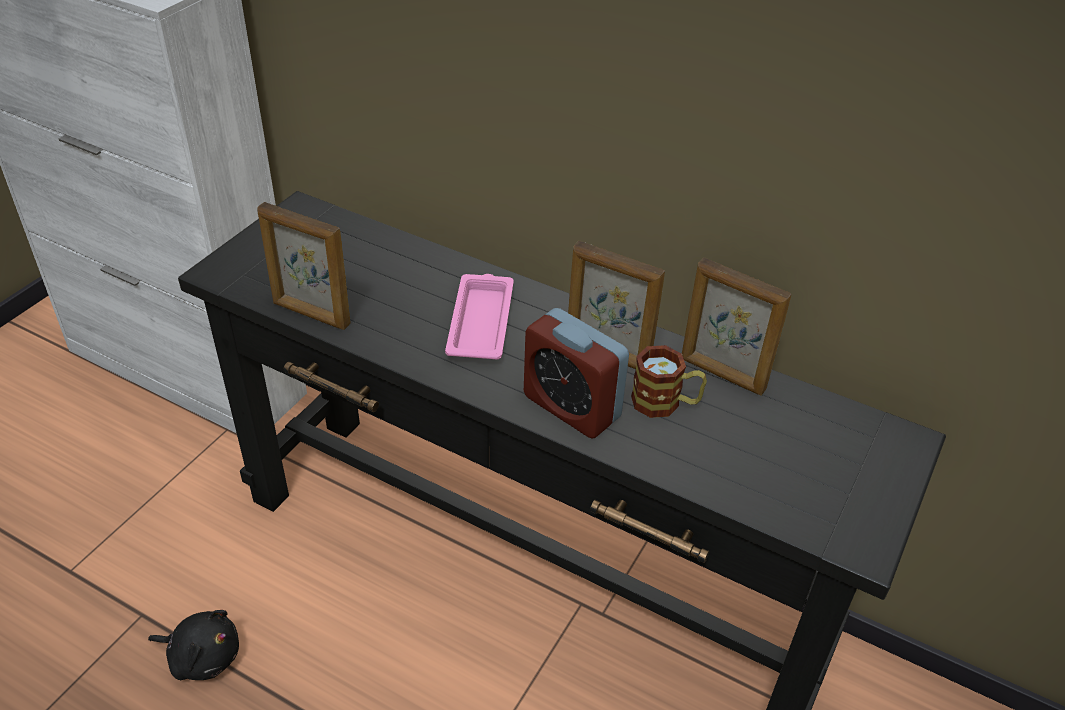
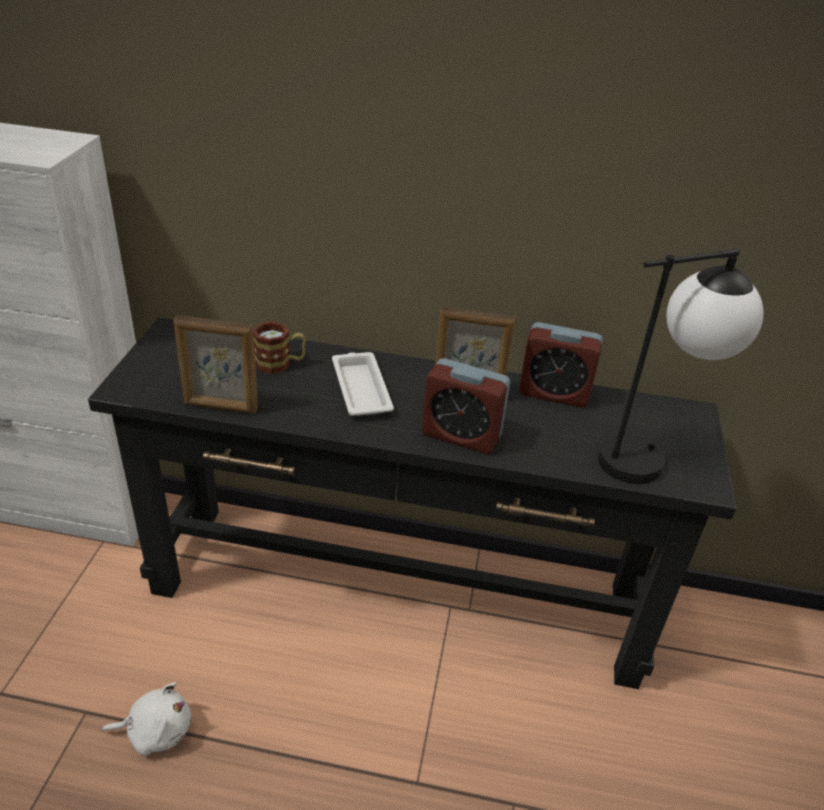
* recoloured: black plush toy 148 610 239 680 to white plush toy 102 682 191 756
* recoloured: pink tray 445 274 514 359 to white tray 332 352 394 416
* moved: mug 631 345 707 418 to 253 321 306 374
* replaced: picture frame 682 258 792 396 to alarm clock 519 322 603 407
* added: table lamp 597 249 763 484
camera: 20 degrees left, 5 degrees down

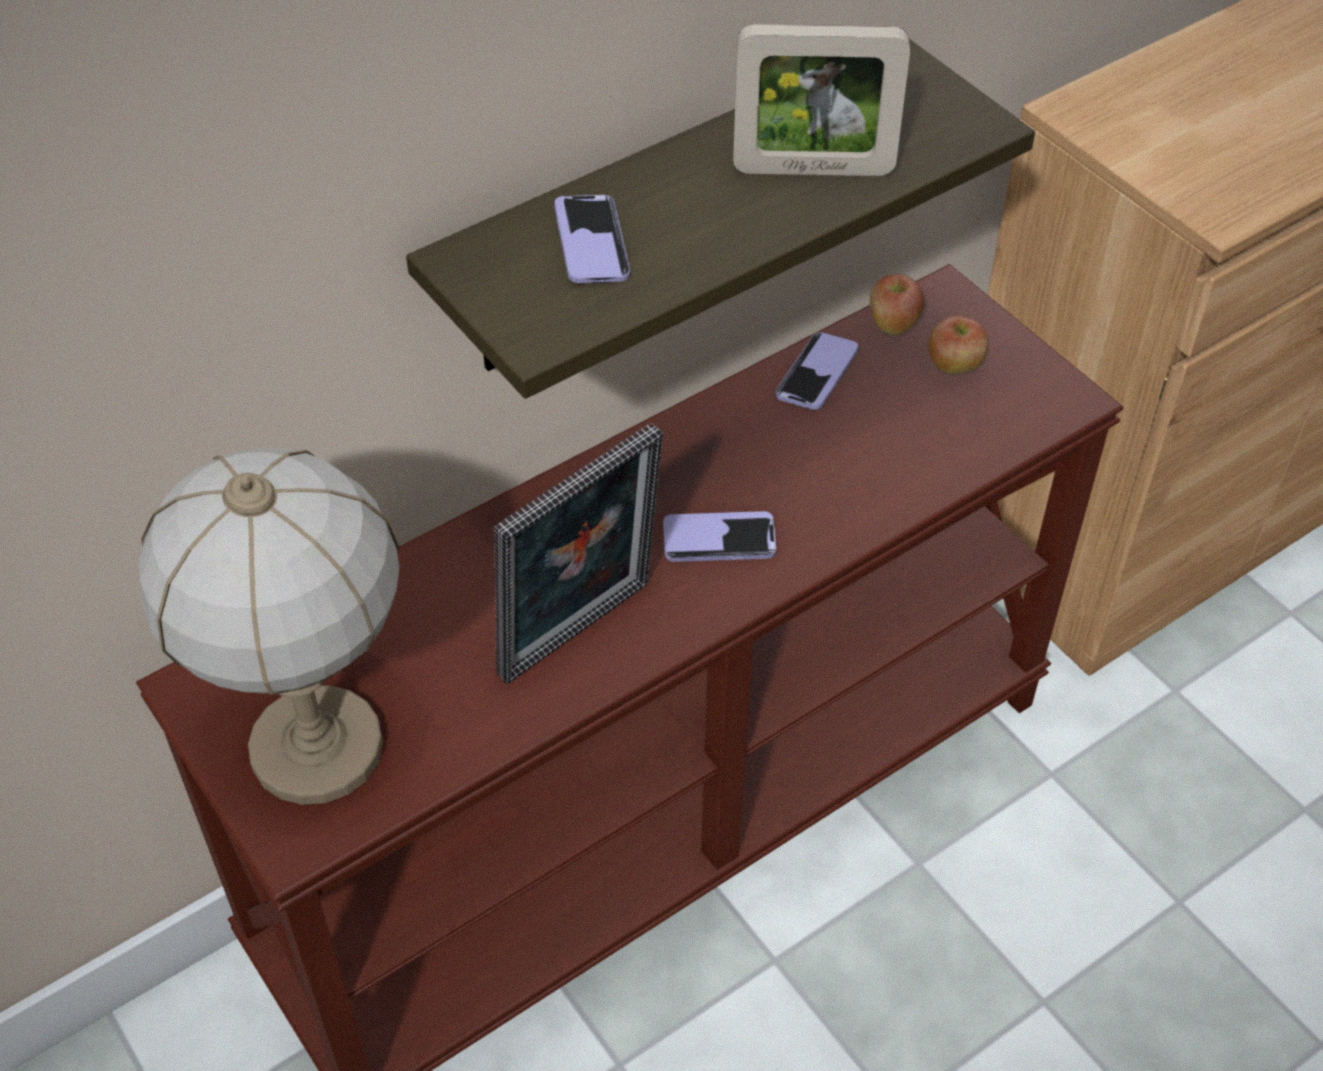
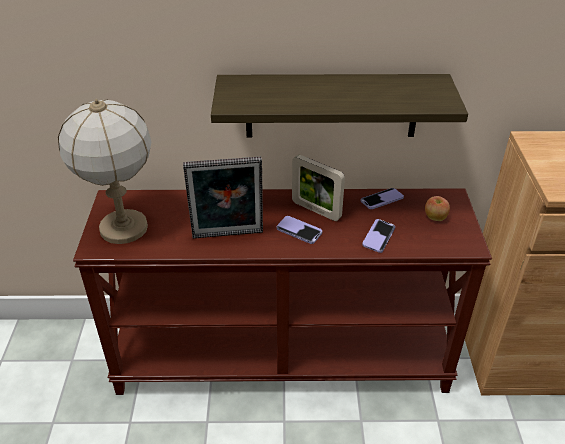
* moved: phone 554 195 630 283 to 362 219 395 253
* moved: picture frame 733 24 910 176 to 292 155 345 221
* removed: apple 870 274 924 335
camera: 35 degrees right, 10 degrees down

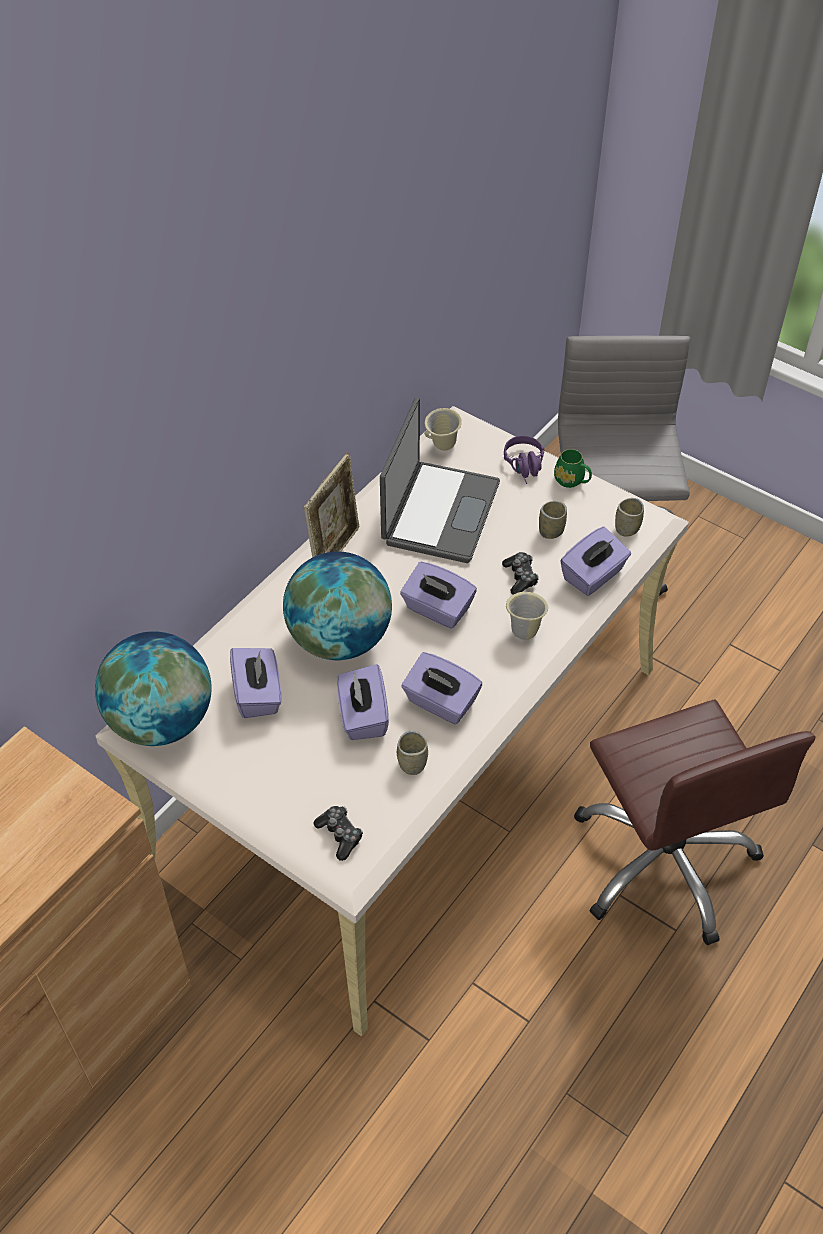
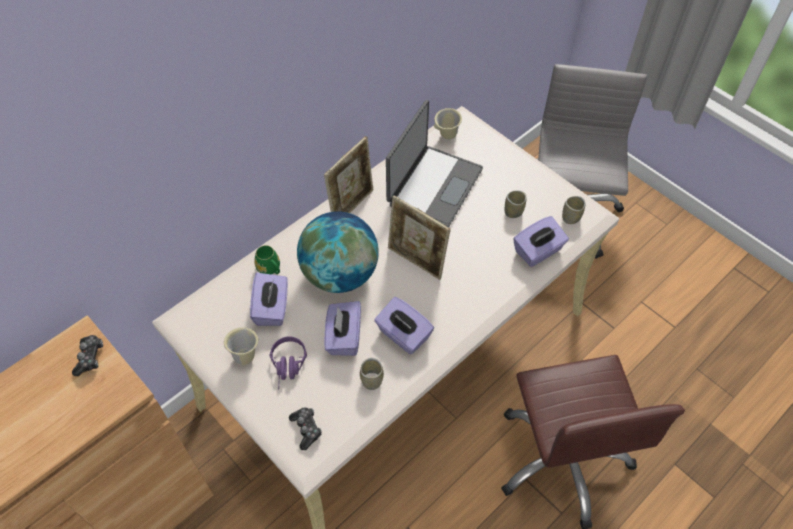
* removed: globe 95 631 212 746
* replaced: purple tissue box 400 562 477 629 to picture frame 388 195 451 280
* moved: game controller 502 552 539 595 to 72 335 103 376
* moved: purple headphones 504 436 544 484 to 269 336 307 390
* moved: beige mug 506 592 548 640 to 224 327 259 365
* moved: green mug 554 449 592 488 to 254 245 280 274
camera: 10 degrees right, 5 degrees up

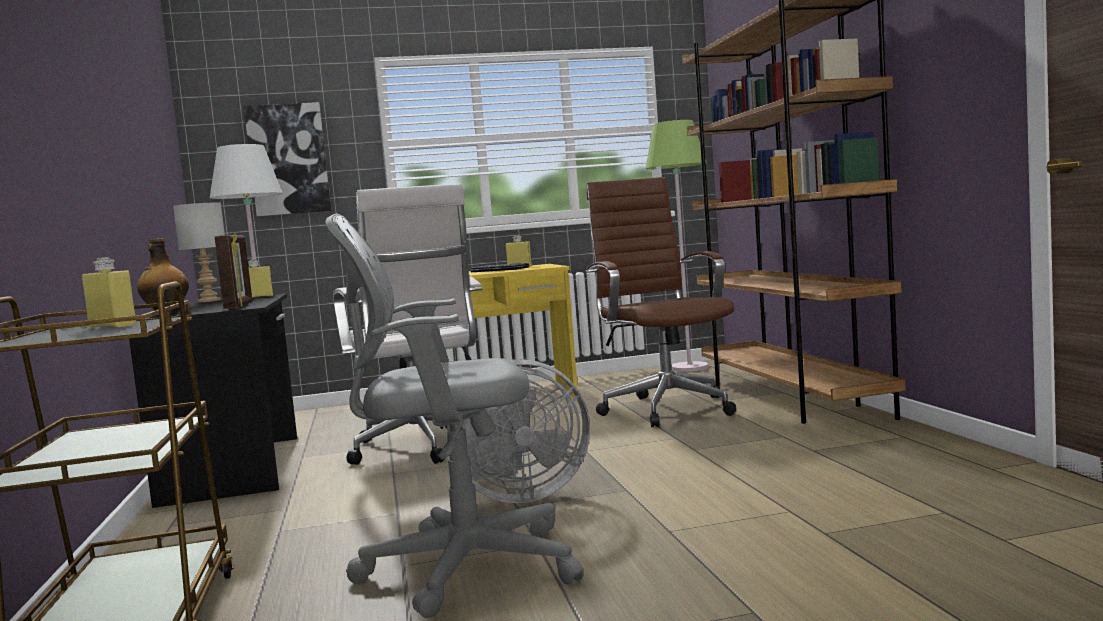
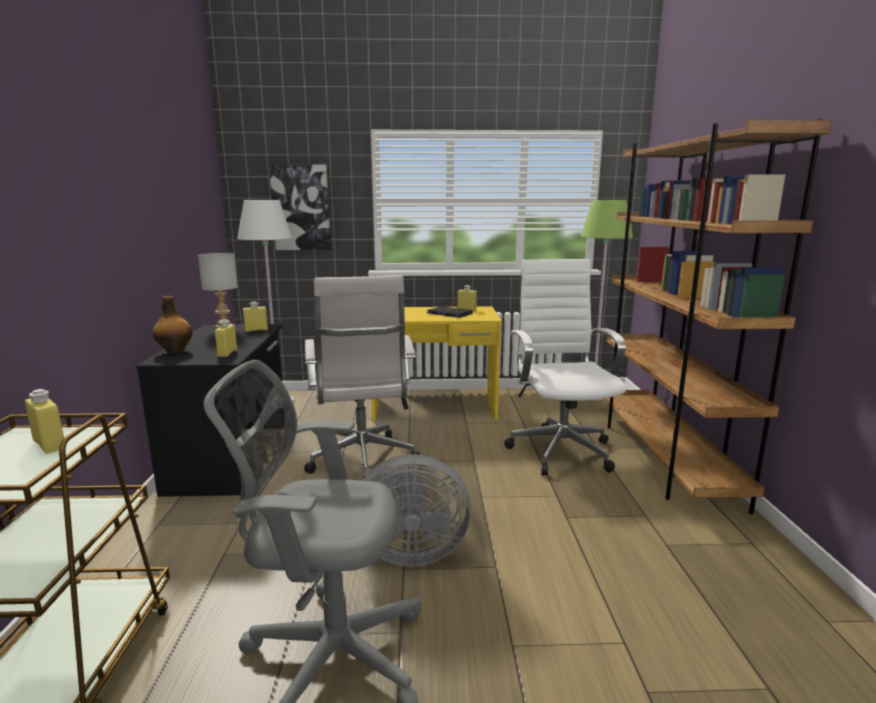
* replaced: picture frame 215 232 252 309 to yellow bottle 215 319 237 357
* recoloured: brown office chair 586 177 736 427 to white office chair 504 259 626 476
camera: 10 degrees right, 10 degrees up

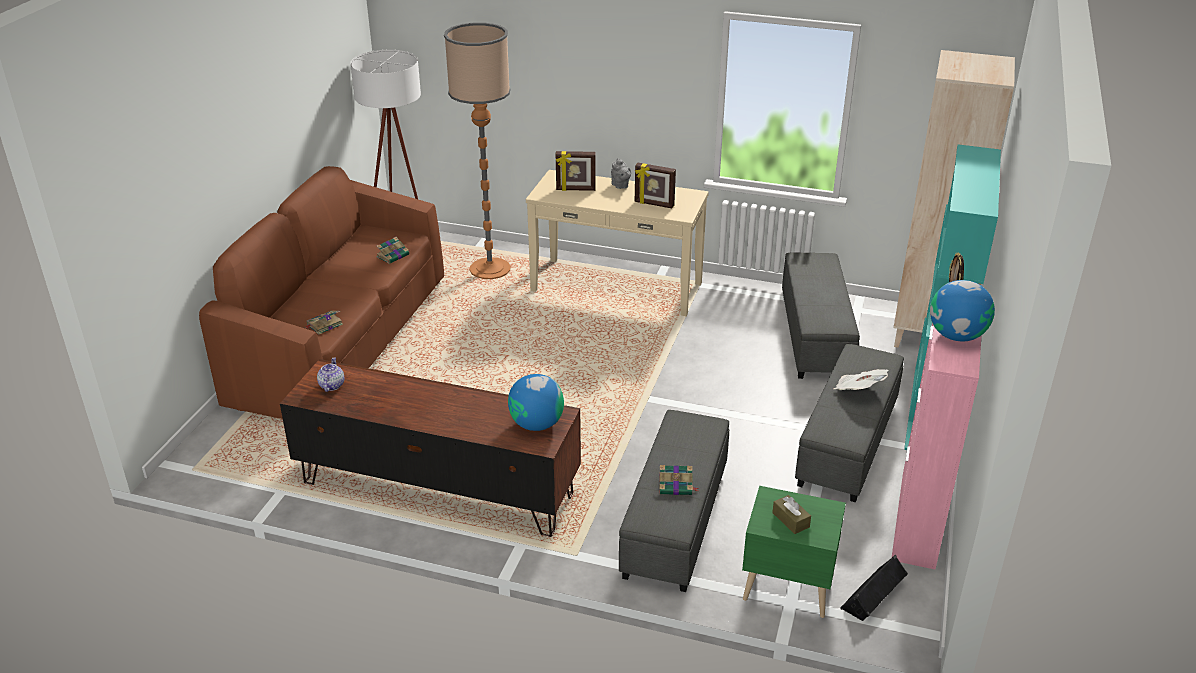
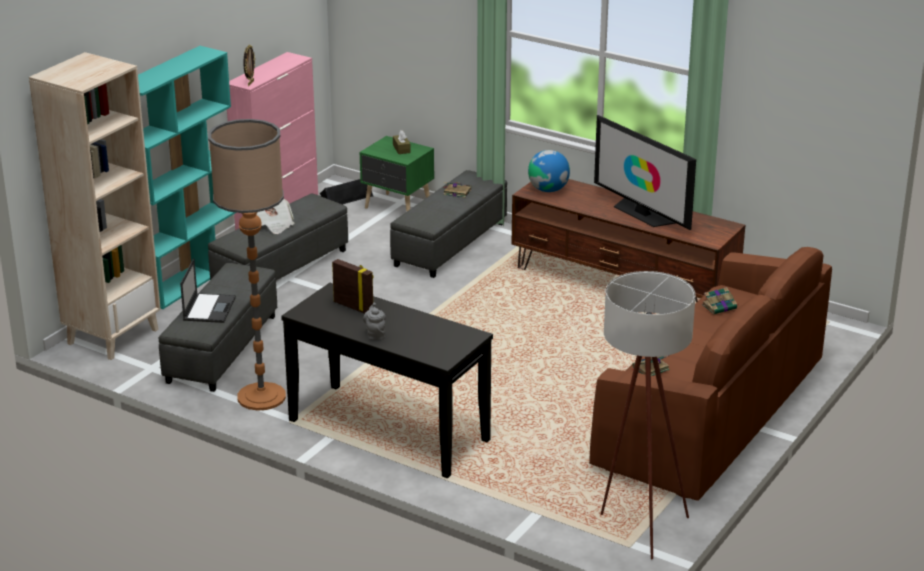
* removed: teapot 317 357 344 392
* moved: floor lamp 444 23 511 279 to 208 119 286 411
* recoloured: beige console table 526 170 709 317 to black console table 281 283 493 478
* removed: picture frame 556 151 596 191
* removed: globe 930 280 995 341
* added: laptop 180 258 236 323
* added: television 594 115 696 230
camera: 165 degrees left, 5 degrees down

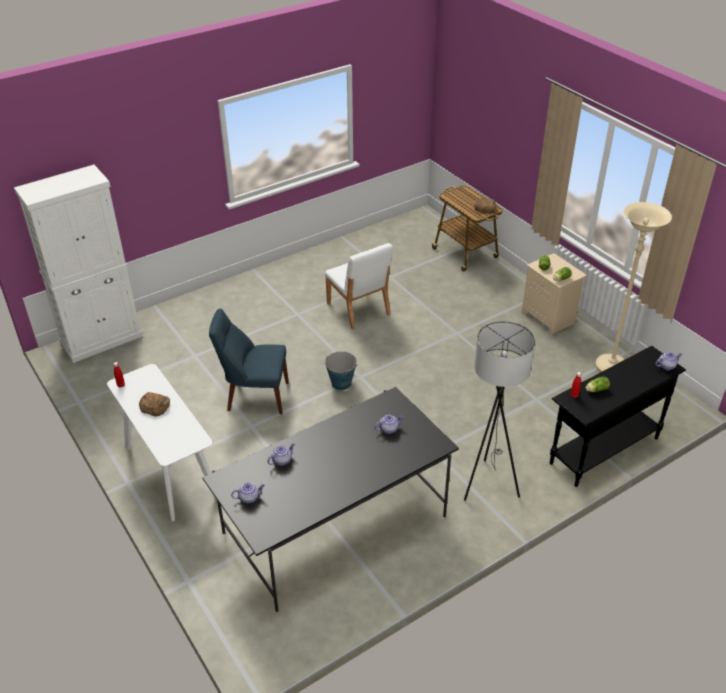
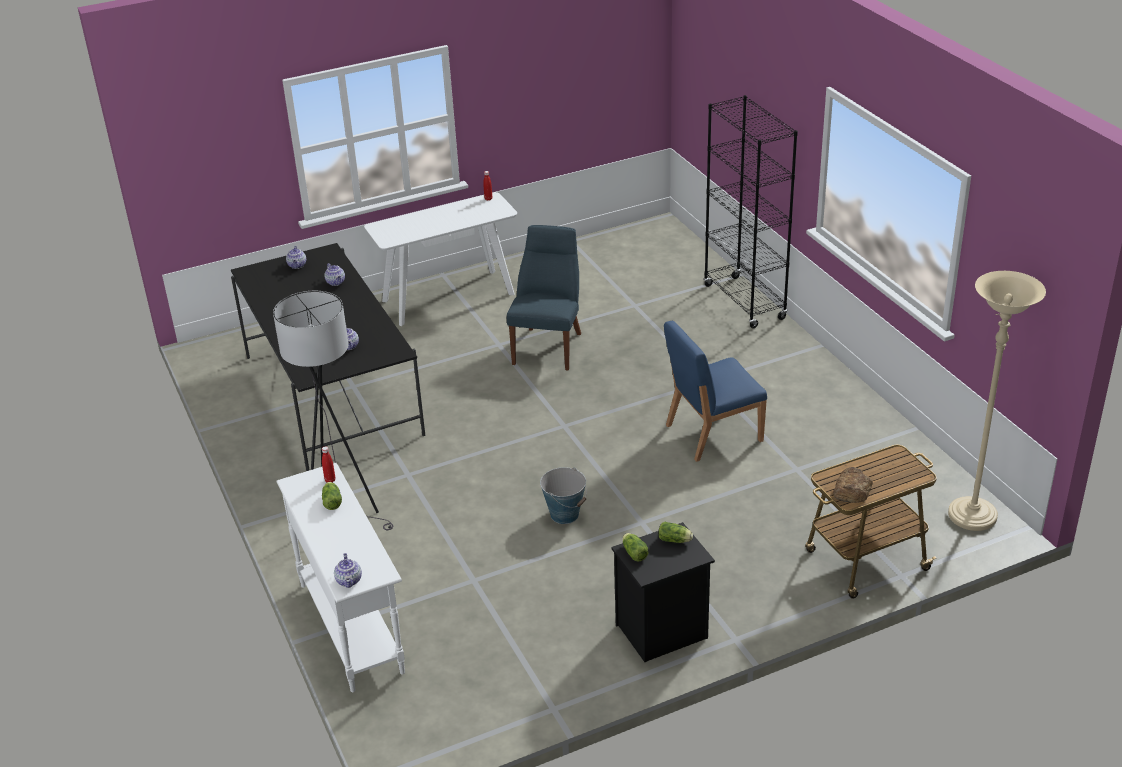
* removed: white cabinet 14 165 143 363
* removed: bread 139 392 170 416
* recoloured: white chair 325 243 393 330 to blue chair 664 321 767 462
* moved: bucket 325 351 358 390 to 540 467 587 524
* recoloured: beige nightstand 521 253 587 336 to black nightstand 612 522 715 662
* recoloured: black console table 550 346 686 487 to white console table 276 463 405 692
* moved: beige floor lamp 595 202 672 372 to 948 271 1046 531
* added: black bookcase 704 95 798 328
camera: 100 degrees right, 5 degrees down

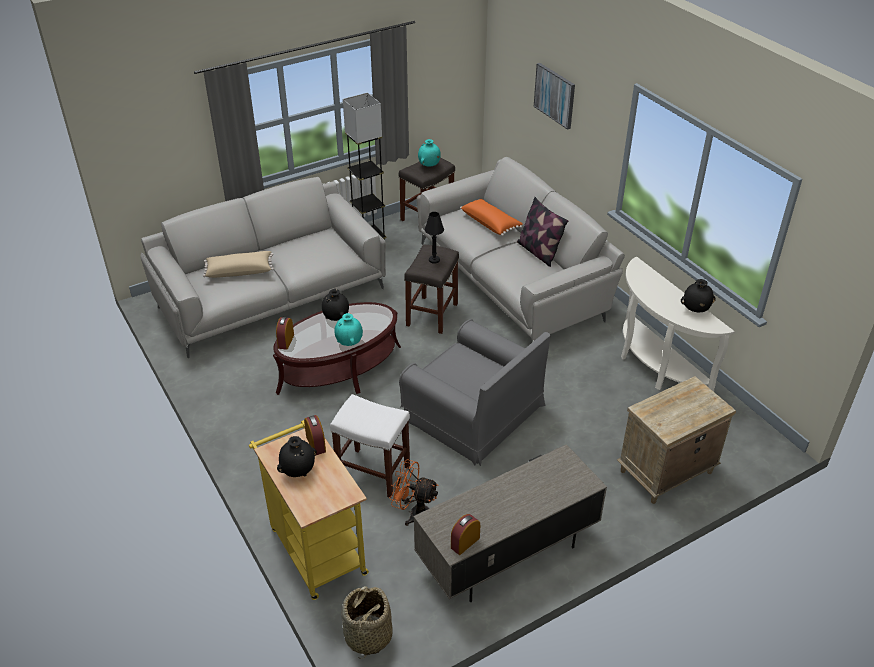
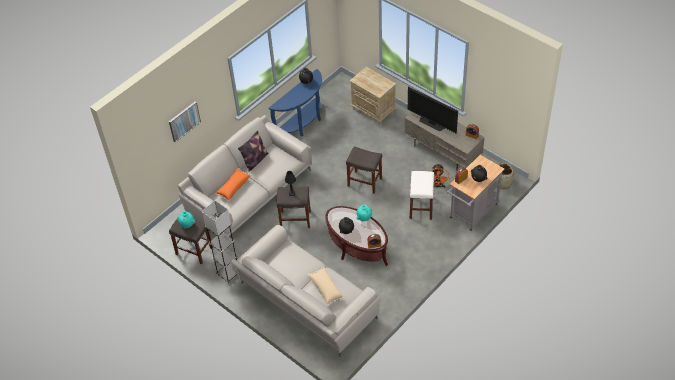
* recoloured: yellow cart 249 420 369 600 to grey cart 447 155 504 231
* replaced: grey armchair 399 319 551 466 to grey stool 346 146 382 194
* recoloured: white console table 621 257 735 392 to blue console table 269 69 322 137
* added: television 408 86 458 133
camera: 105 degrees left, 10 degrees up

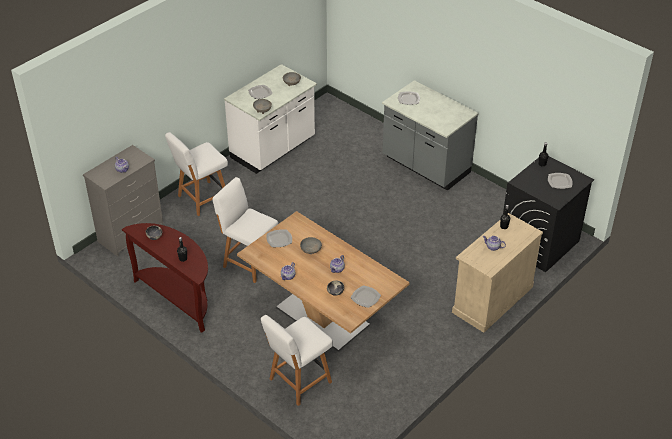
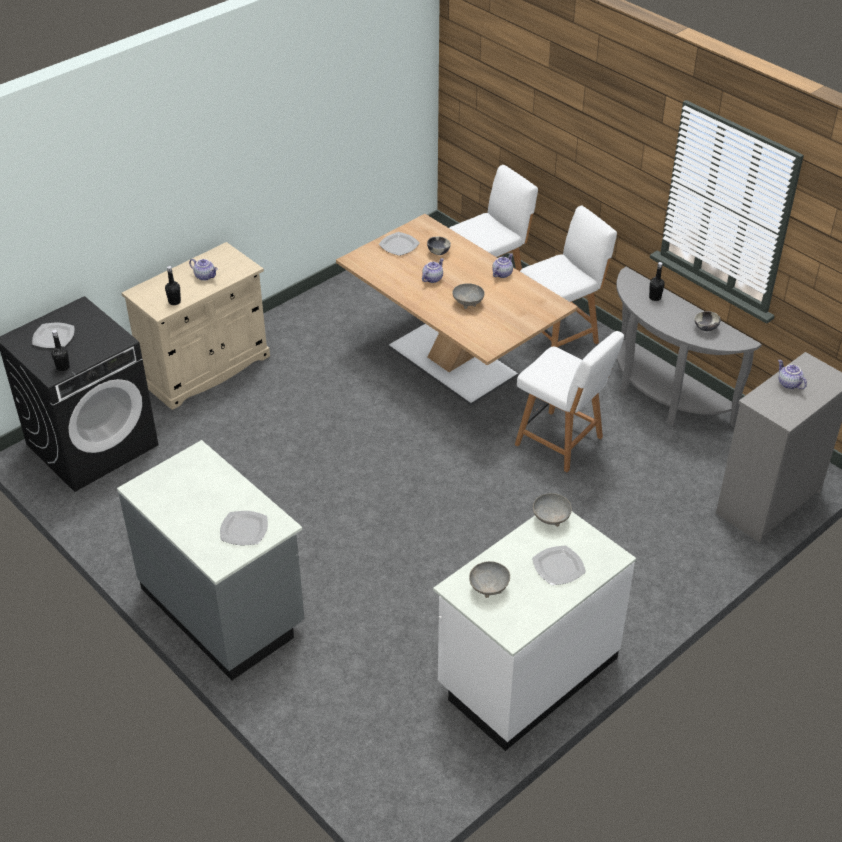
* recoloured: brown console table 122 223 208 333 to grey console table 616 267 762 427
* moved: white chair 165 132 228 216 to 520 206 617 347
* removed: plate 267 229 292 247
camera: 175 degrees left, 0 degrees up

